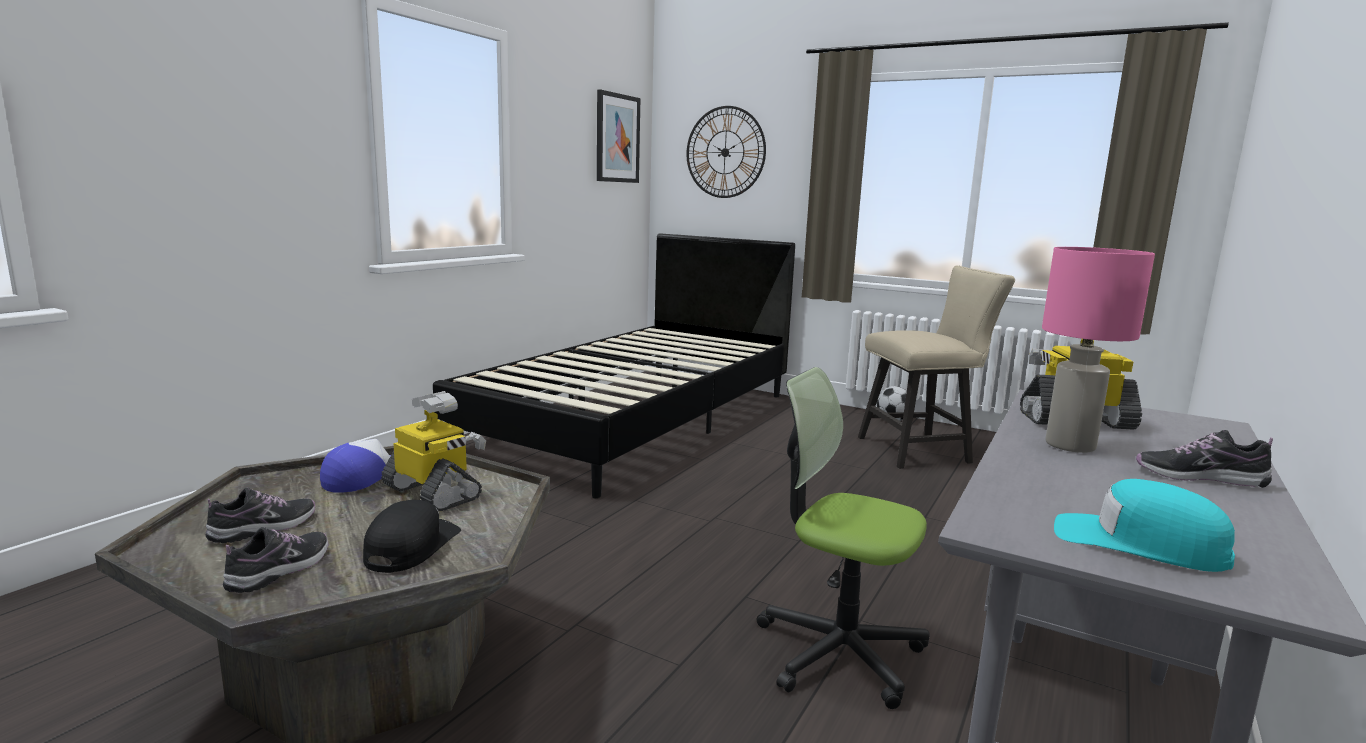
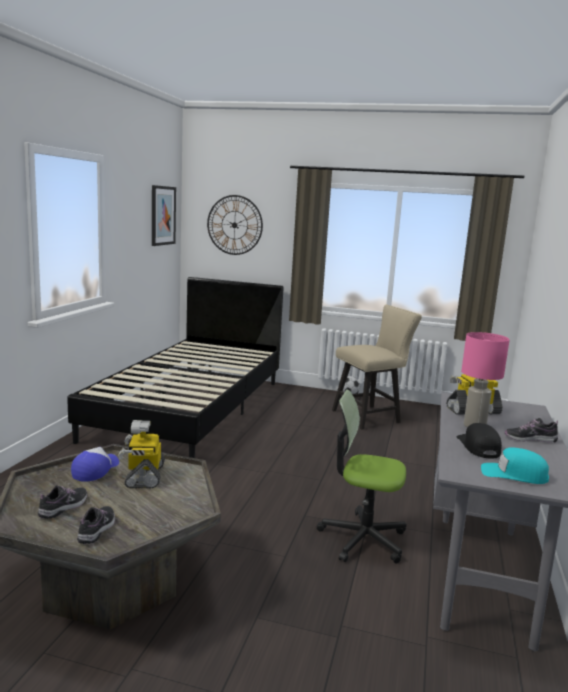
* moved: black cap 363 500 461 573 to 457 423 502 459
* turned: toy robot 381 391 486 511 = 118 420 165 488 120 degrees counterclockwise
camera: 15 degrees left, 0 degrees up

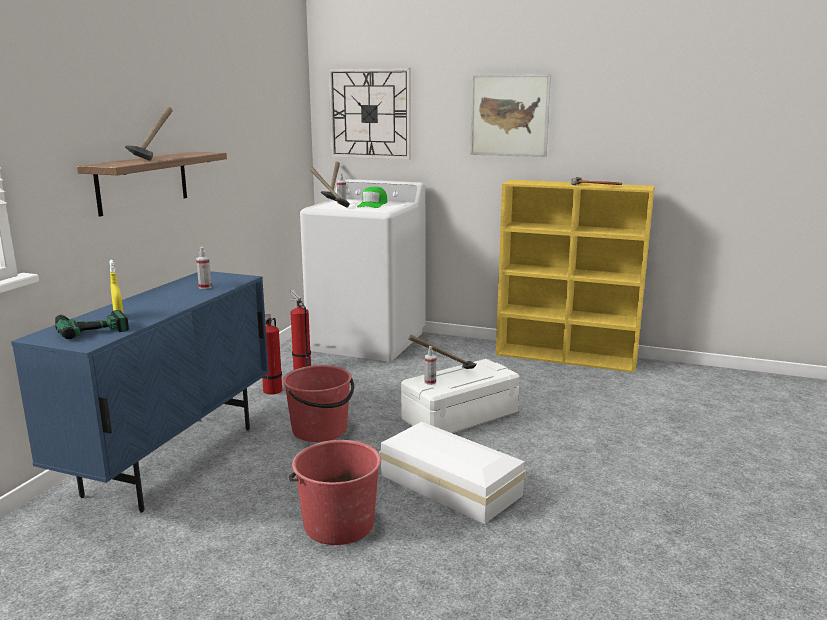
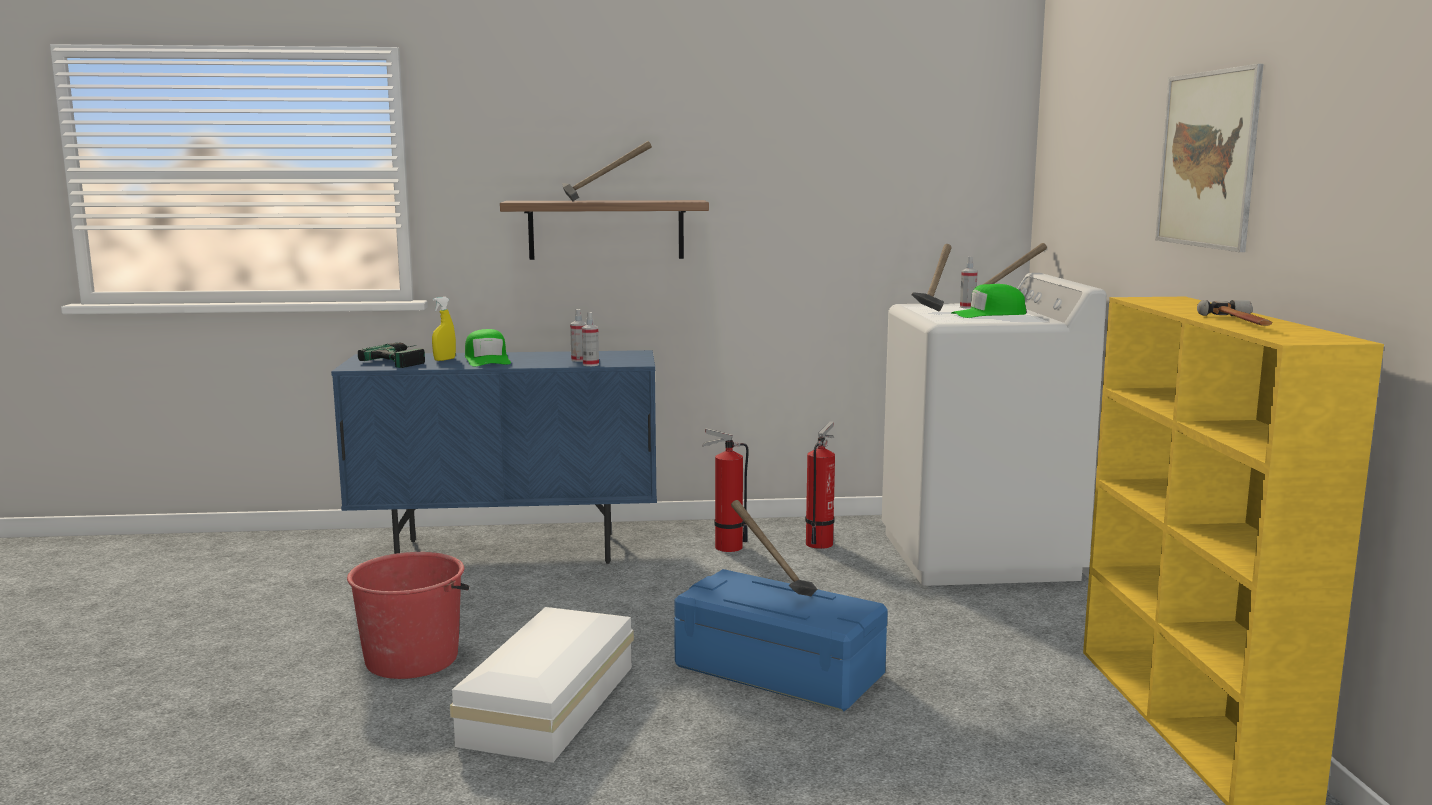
* removed: red bucket 283 365 354 442
* removed: wall clock 328 68 411 160
* recoloured: white storage box 401 359 519 433 to blue storage box 674 569 888 712
* moved: spray bottle 424 346 436 385 to 582 312 599 366
* added: green cap 465 329 511 366
camera: 65 degrees right, 5 degrees down

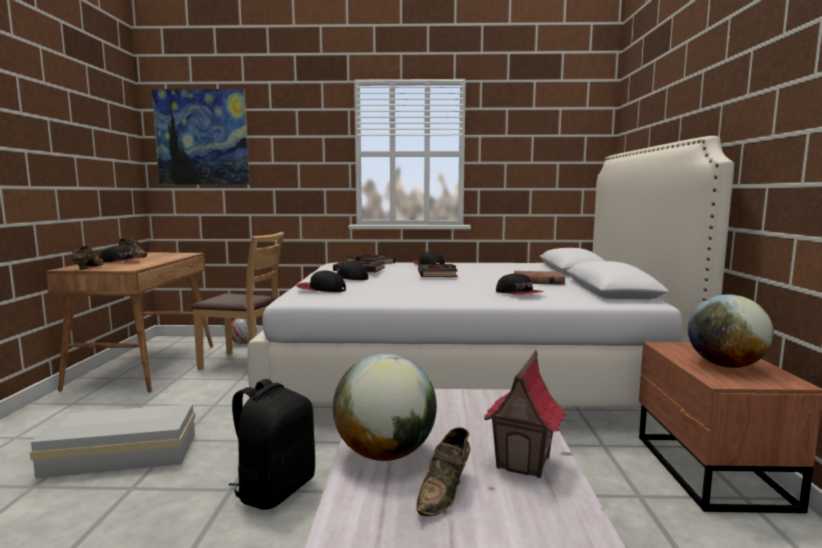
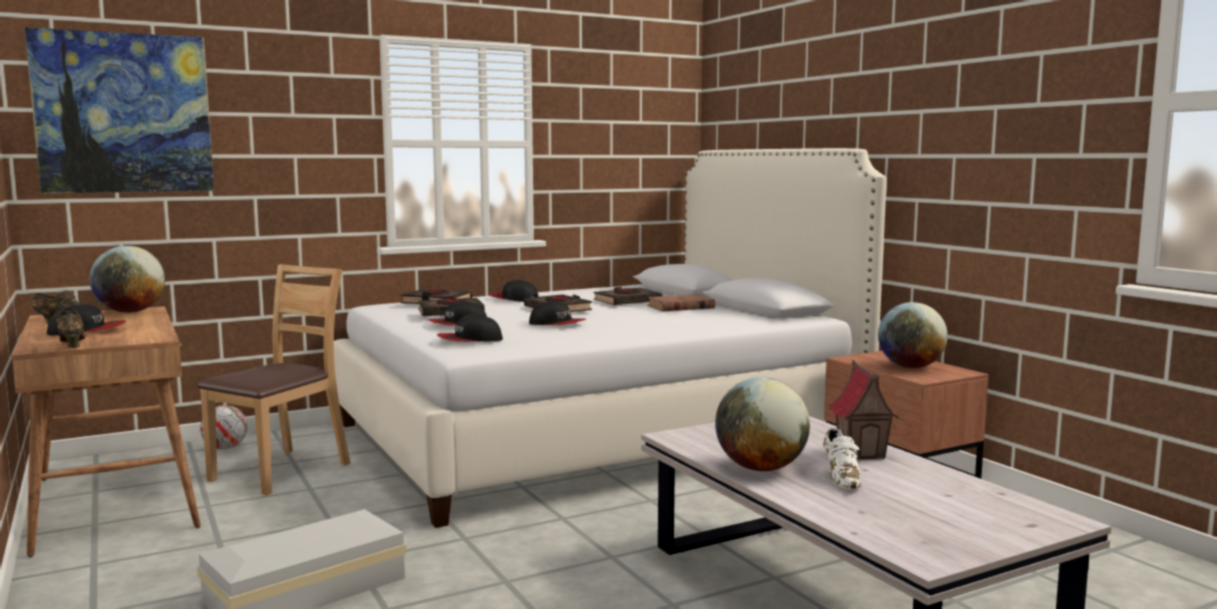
* turned: brown chair 191 232 285 370 = 197 264 350 496 45 degrees counterclockwise
* removed: black backpack 229 379 315 510
* recoloured: brown shoe 416 427 470 516 to white shoe 824 428 861 489
* moved: cap 496 273 544 295 to 529 301 586 325
* added: globe 90 246 165 313
* added: black book 594 287 662 305
camera: 30 degrees left, 0 degrees up

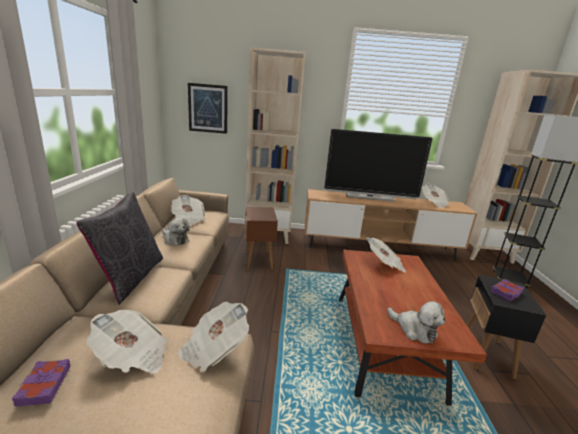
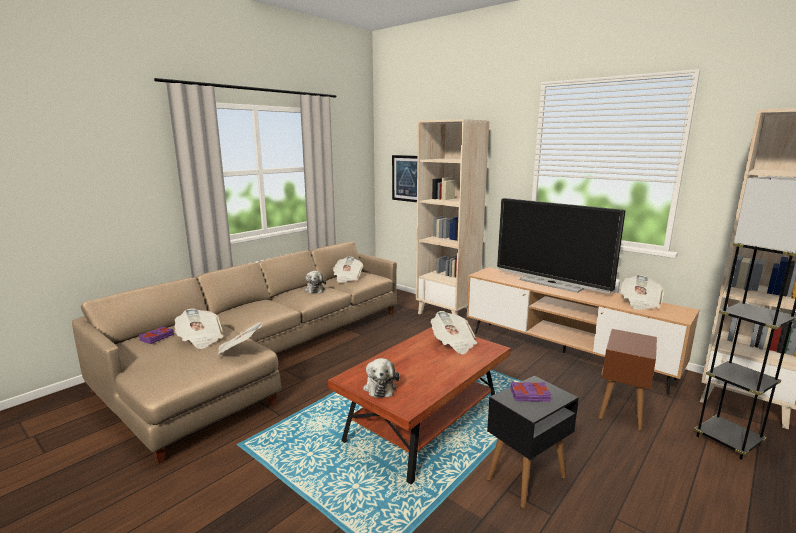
* removed: black pillow 76 192 163 305
* moved: brown side table 244 207 278 270 to 598 329 657 430
camera: 40 degrees right, 5 degrees down

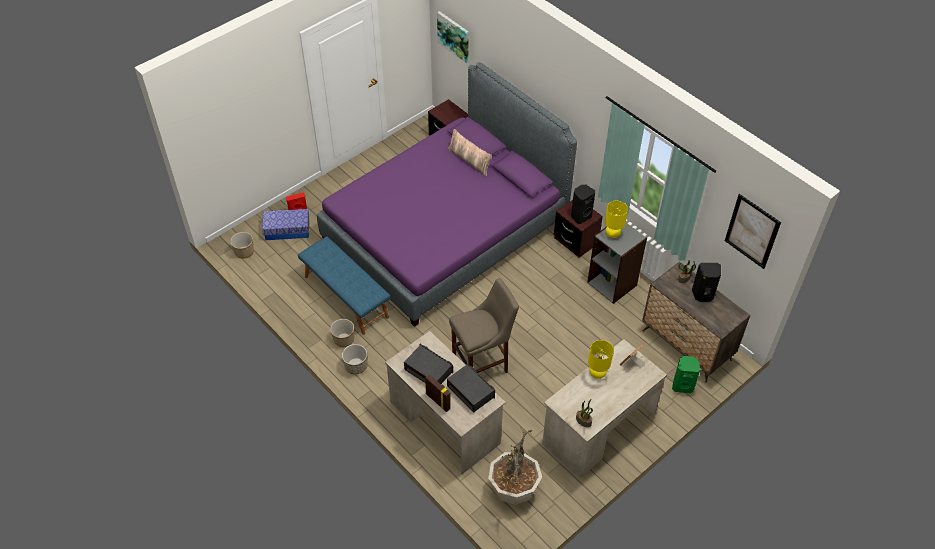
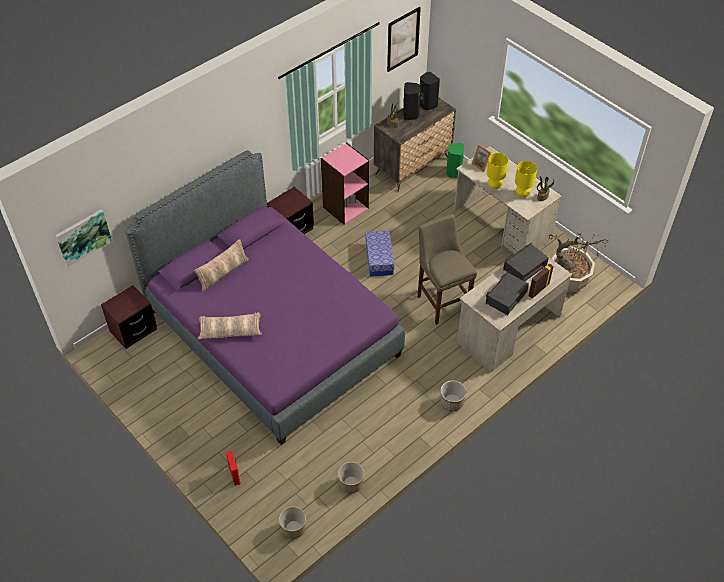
* moved: storage box 262 209 309 240 to 365 231 394 277
* removed: blue bench 298 237 390 335
* moved: planter 330 319 354 347 to 338 462 364 493
* moved: black speaker 571 185 595 224 to 420 72 440 110
* recoloured: grey bookcase 587 223 647 304 to pink bookcase 321 143 369 225
* moved: yellow table lamp 605 201 628 238 to 515 161 537 198
* added: pillow 197 312 262 339
camera: 90 degrees left, 0 degrees up

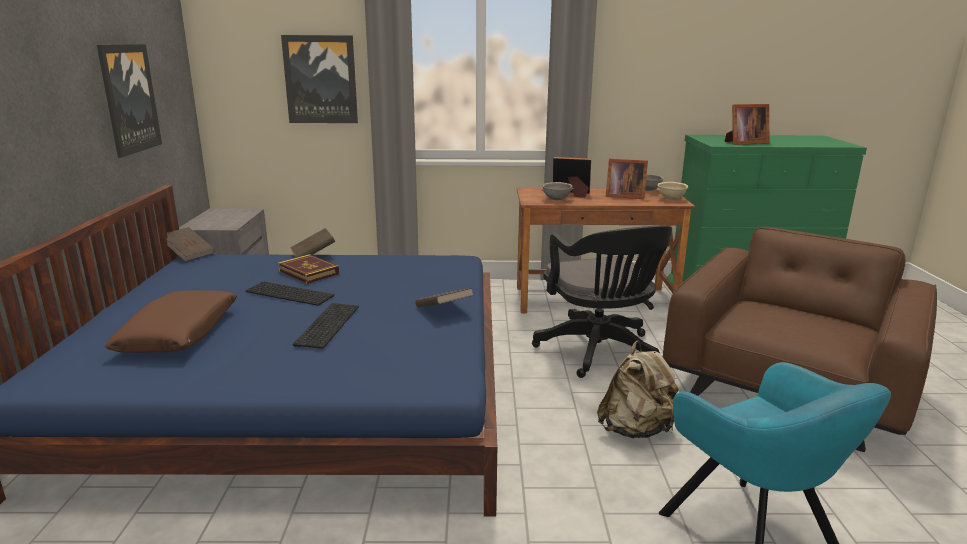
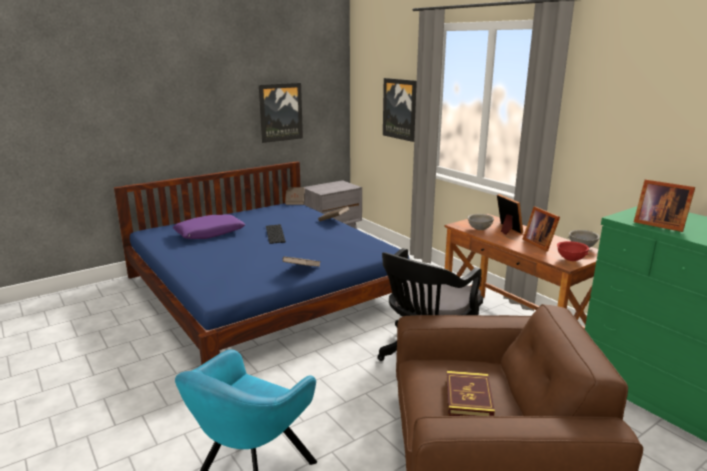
* recoloured: brown pillow 104 290 237 353 to purple pillow 173 214 245 239
* moved: book 278 254 339 284 to 446 371 495 416
* removed: keyboard 293 303 359 349
* removed: beige backpack 597 341 678 438
* recoloured: beige bowl 657 182 688 200 to red bowl 557 241 589 261
camera: 55 degrees right, 0 degrees up

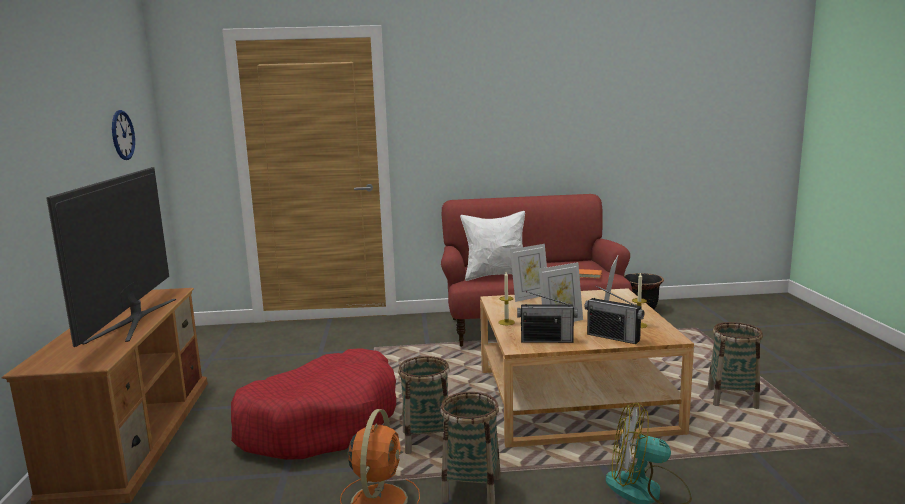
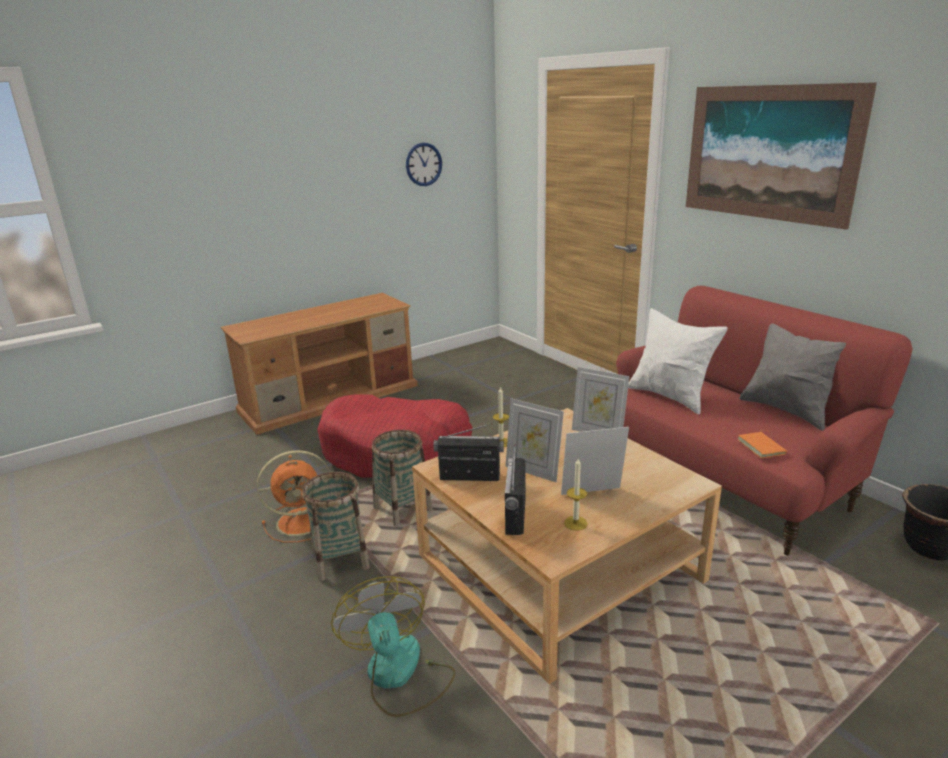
* removed: television 46 167 176 347
* turned: radio 517 291 578 343 = 433 423 504 481 120 degrees clockwise
* removed: basket 707 322 763 409
* added: picture 686 82 877 230
* added: grey pillow 739 323 846 431
camera: 60 degrees right, 10 degrees up

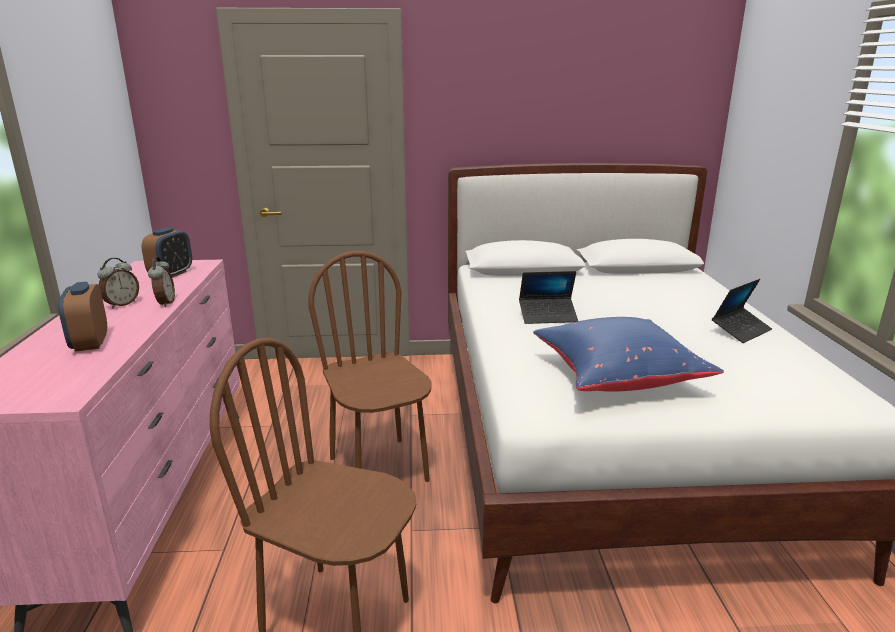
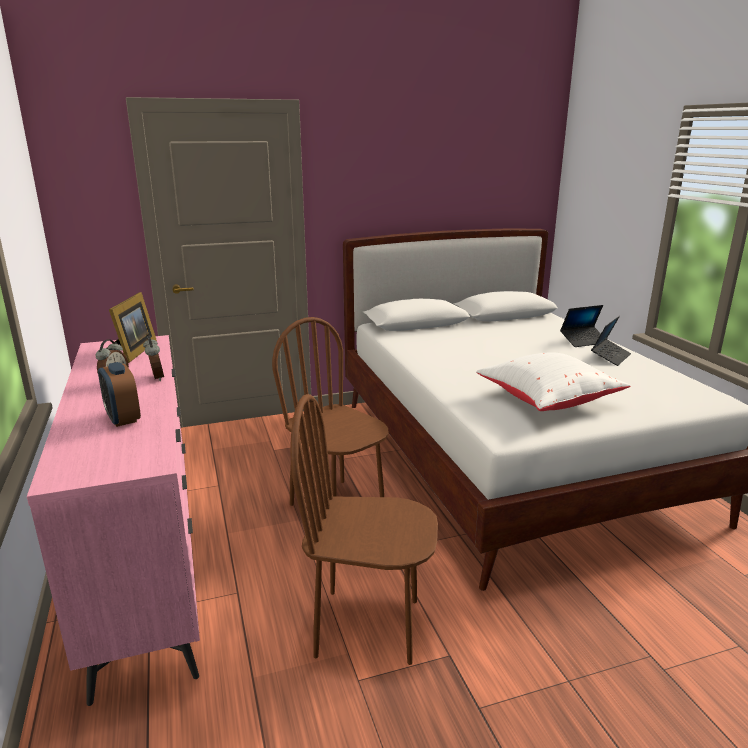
* replaced: alarm clock 141 227 192 278 to picture frame 107 292 157 363
* moved: laptop 519 271 578 324 to 560 305 603 347
* recoloured: blue pillow 533 317 724 392 to white pillow 476 352 630 411
camera: 15 degrees left, 0 degrees up

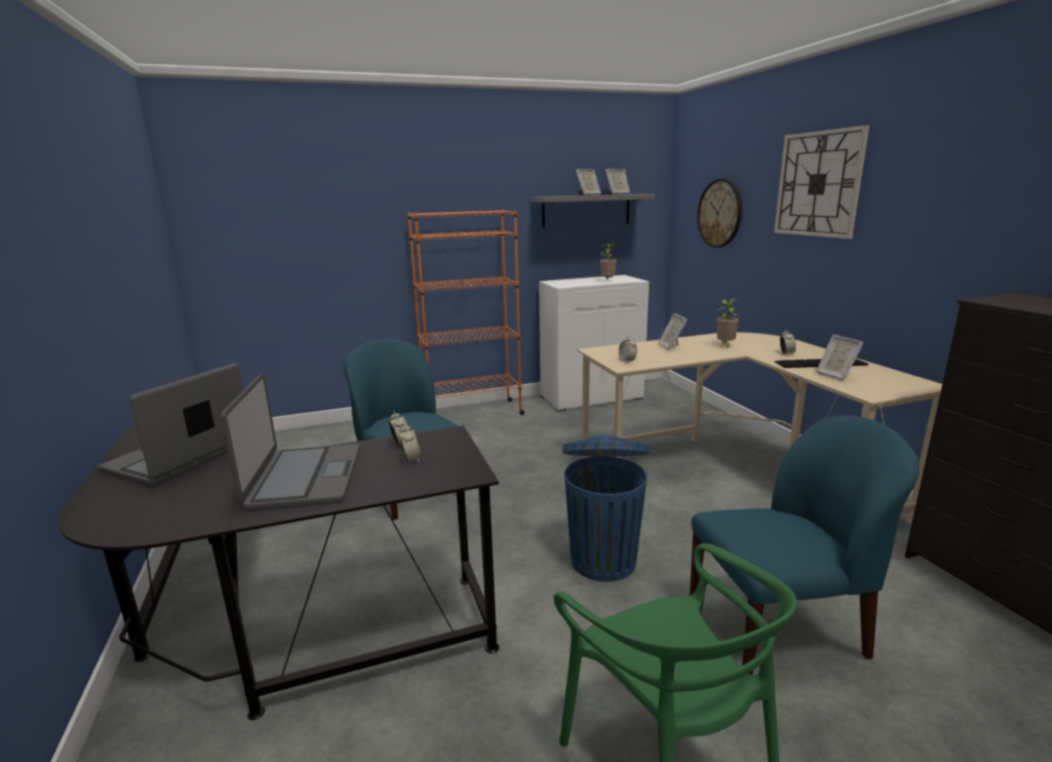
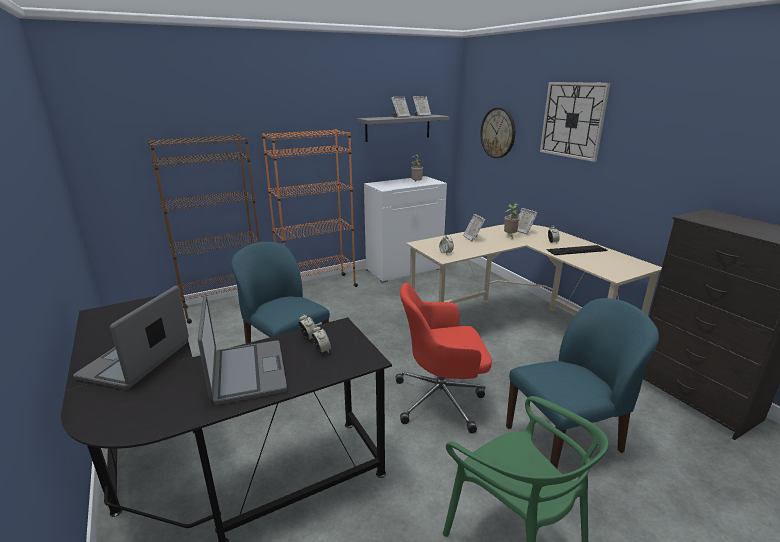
* replaced: blue trash can 563 435 650 582 to red office chair 396 283 492 433
* moved: picture frame 817 335 864 380 to 517 208 538 235
* added: brown bookcase 148 134 260 324
camera: 10 degrees left, 5 degrees up

